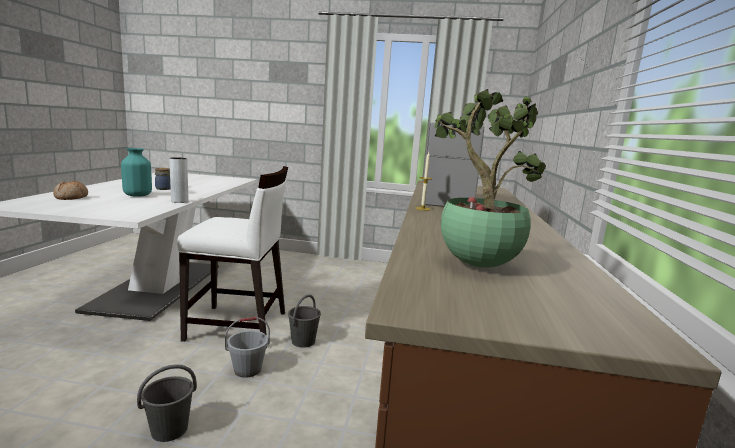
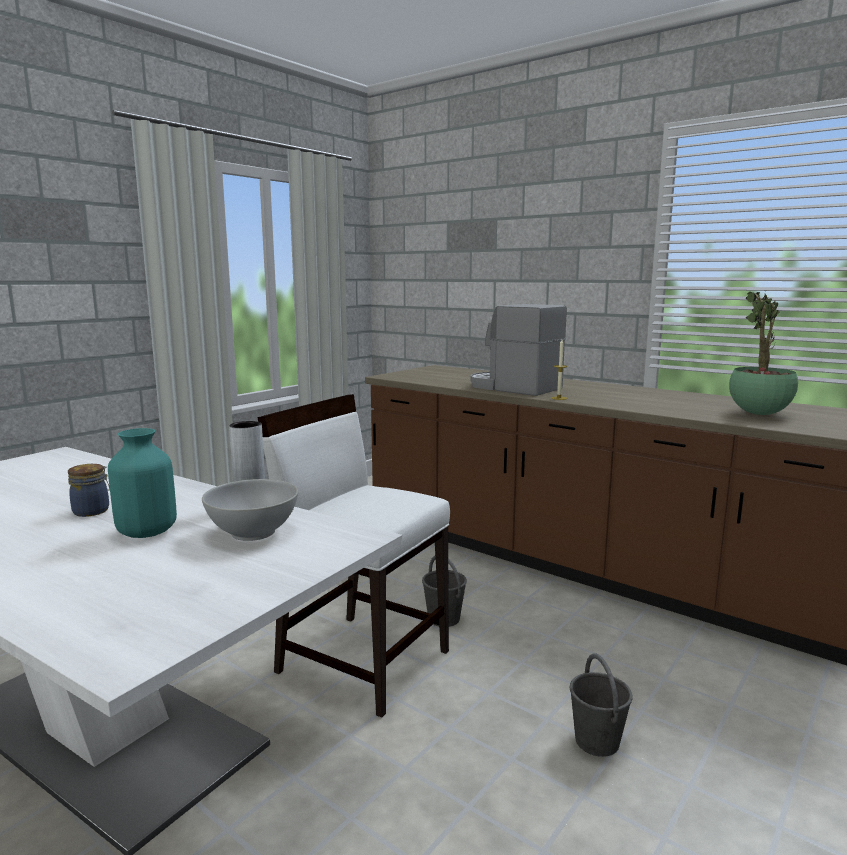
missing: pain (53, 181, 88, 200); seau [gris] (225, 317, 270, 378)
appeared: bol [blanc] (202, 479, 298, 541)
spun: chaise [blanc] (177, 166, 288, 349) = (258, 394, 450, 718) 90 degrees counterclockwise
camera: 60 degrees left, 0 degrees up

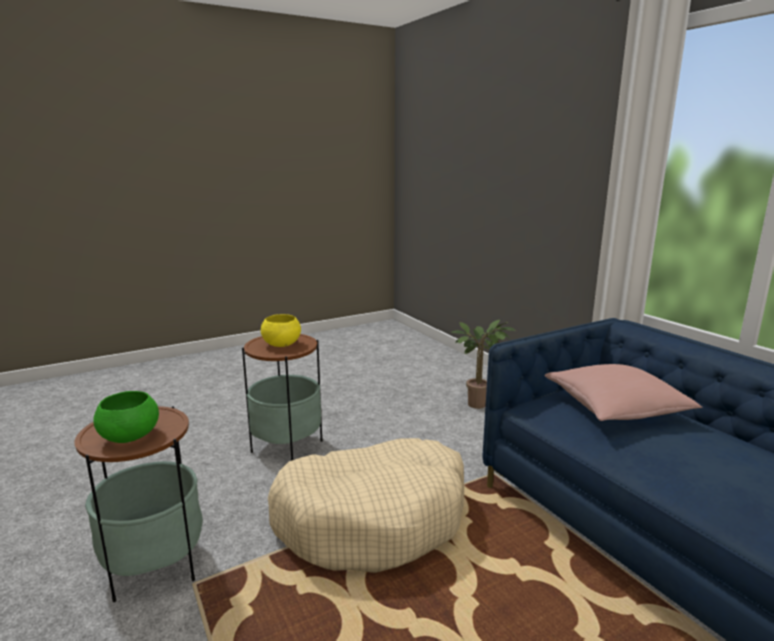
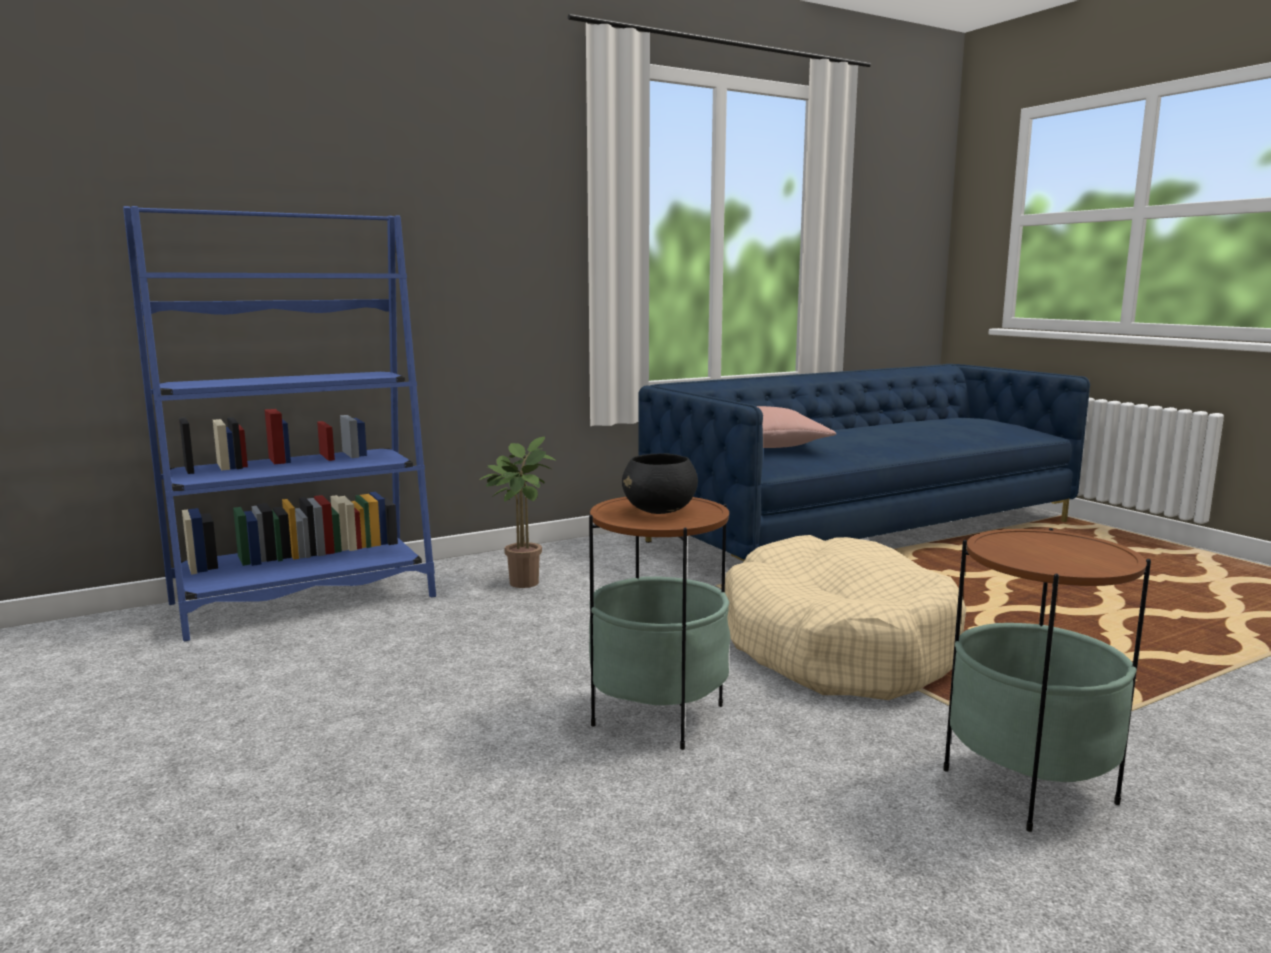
missing: bol [vert] (93, 391, 159, 443)
appeared: bibliothèque [bleu] (123, 206, 436, 642)
colour: bol [jaune] (261, 314, 301, 347) to bol [noir] (622, 453, 698, 514)
camera: 90 degrees left, 5 degrees down

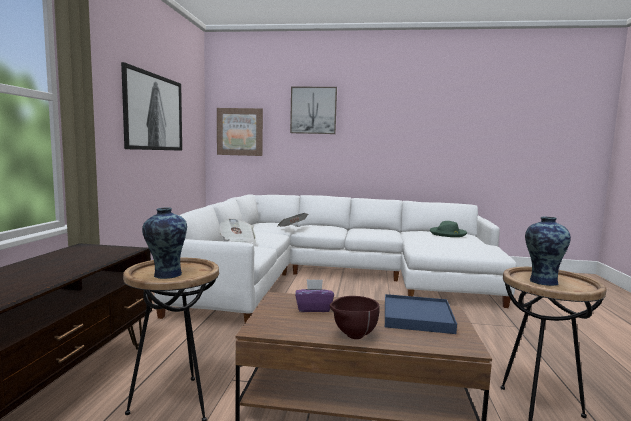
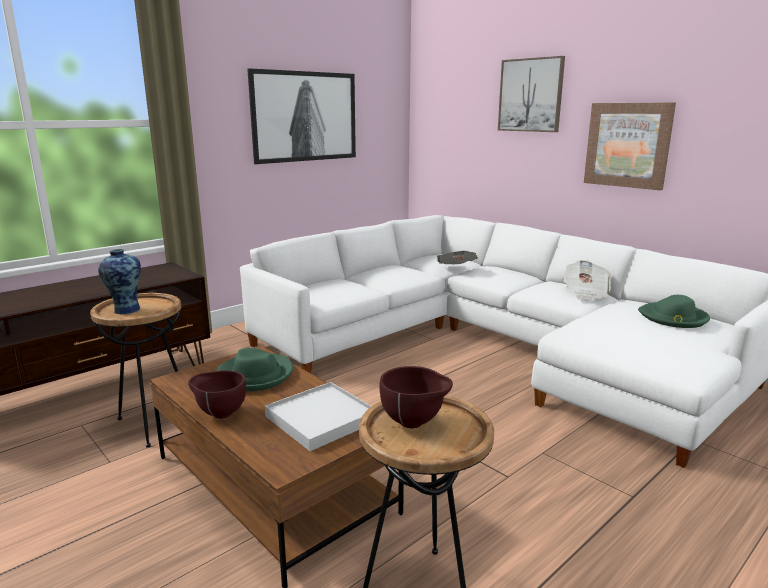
relocated: tableau (217, 108, 263, 156) to (584, 103, 676, 190); journal (219, 218, 256, 243) to (562, 260, 611, 301)
exchanged: boîte à mouchoirs [violet] (295, 279, 334, 312) to chapeau [vert] (216, 348, 293, 392); vase (525, 217, 571, 286) to bol [marron] (379, 366, 453, 428)
colour: plateau [bleu] (385, 294, 457, 334) to plateau [blanc] (265, 382, 372, 451)
camera: 40 degrees right, 10 degrees up

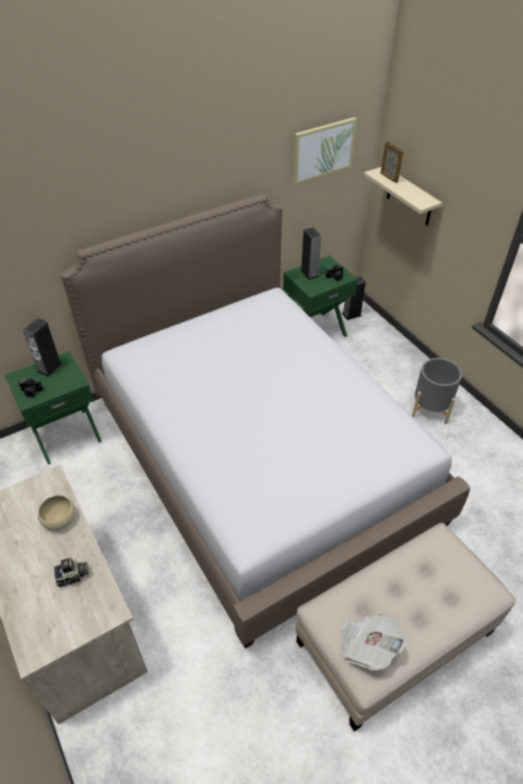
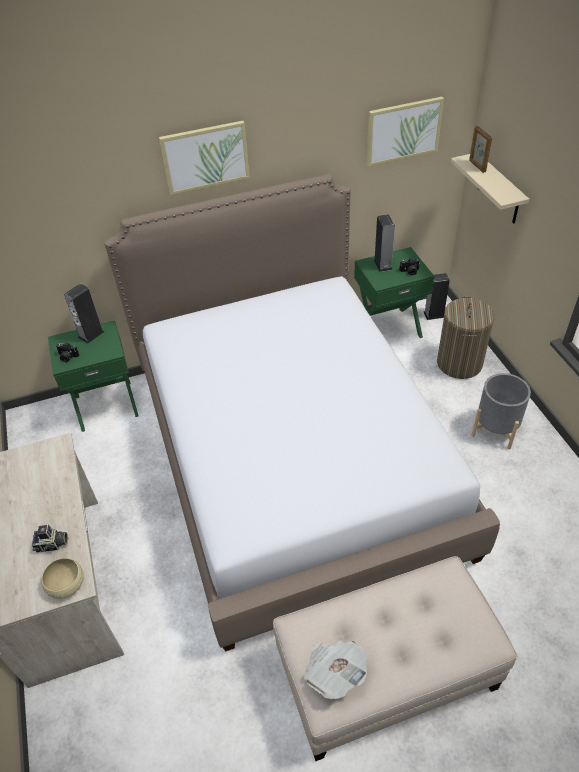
appeared: tableau (159, 121, 250, 195); panier à linge (437, 296, 495, 379)
relocated: bol [beige] (38, 495, 75, 530) to (41, 558, 84, 599)
camera: 15 degrees right, 0 degrees up

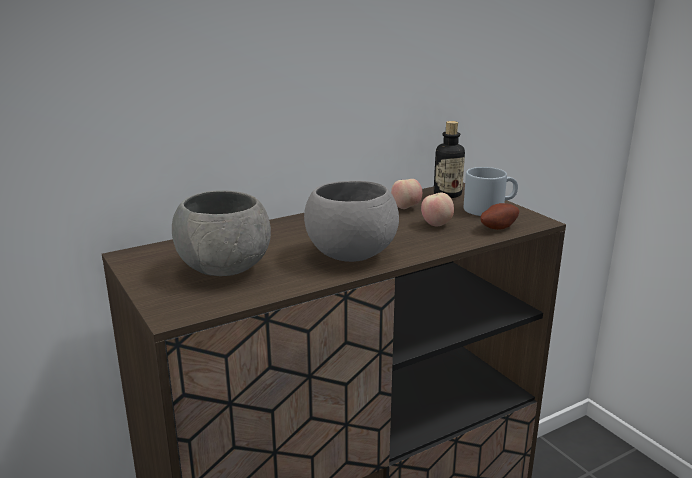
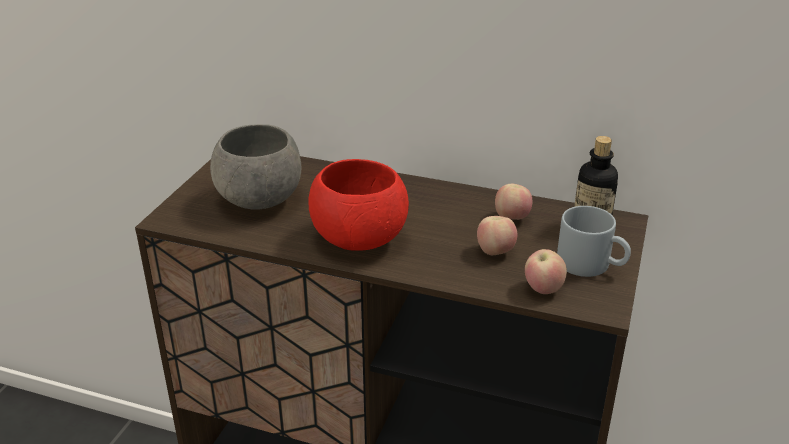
exchanged: pomme de terre (480, 203, 519, 230) to pomme (525, 249, 567, 294)
colour: bol [gris] (304, 181, 399, 262) to bol [rouge] (308, 159, 409, 251)
camera: 50 degrees right, 10 degrees up

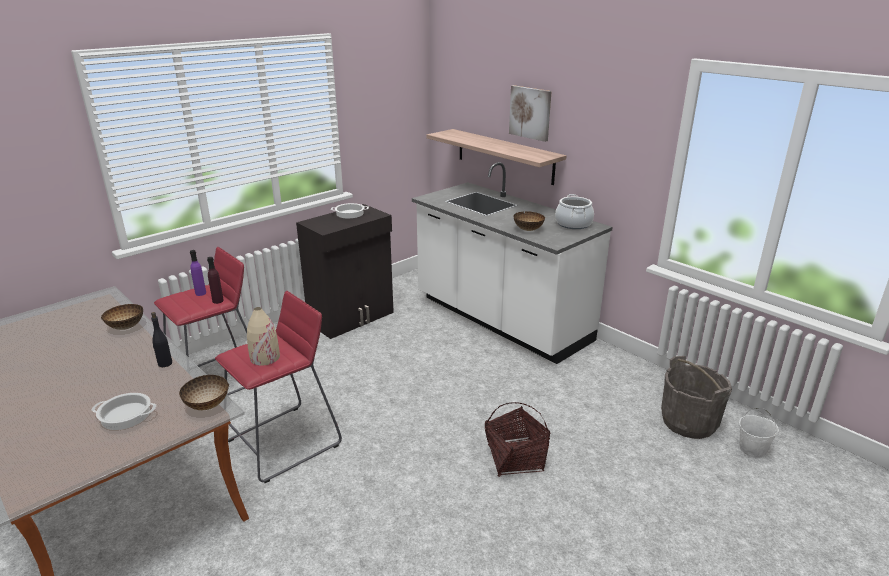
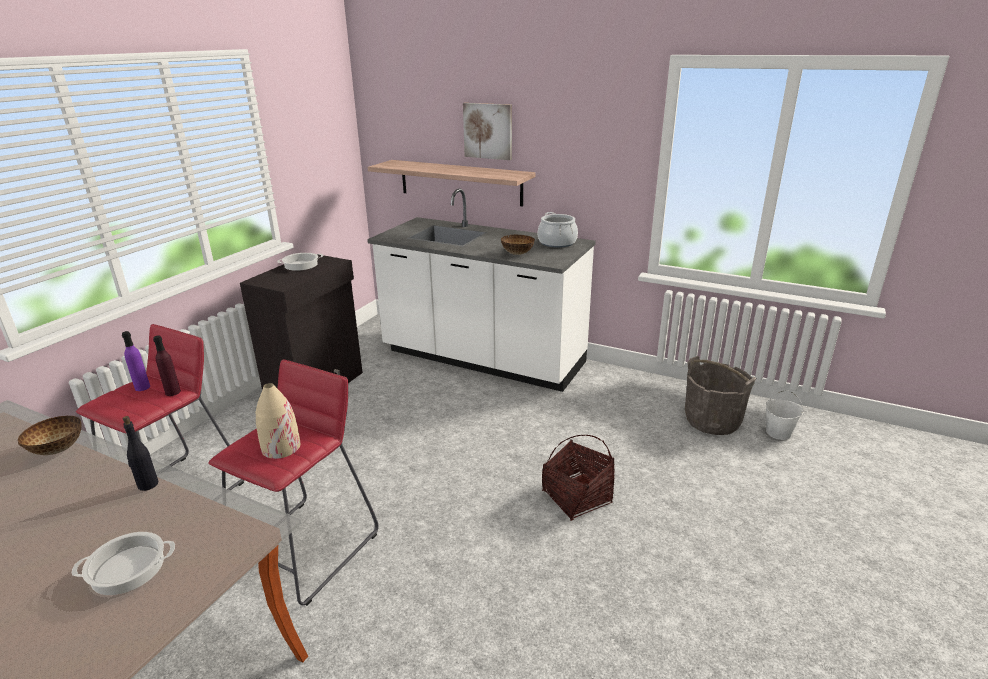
missing: bol (179, 375, 229, 410)
camera: 20 degrees left, 0 degrees up

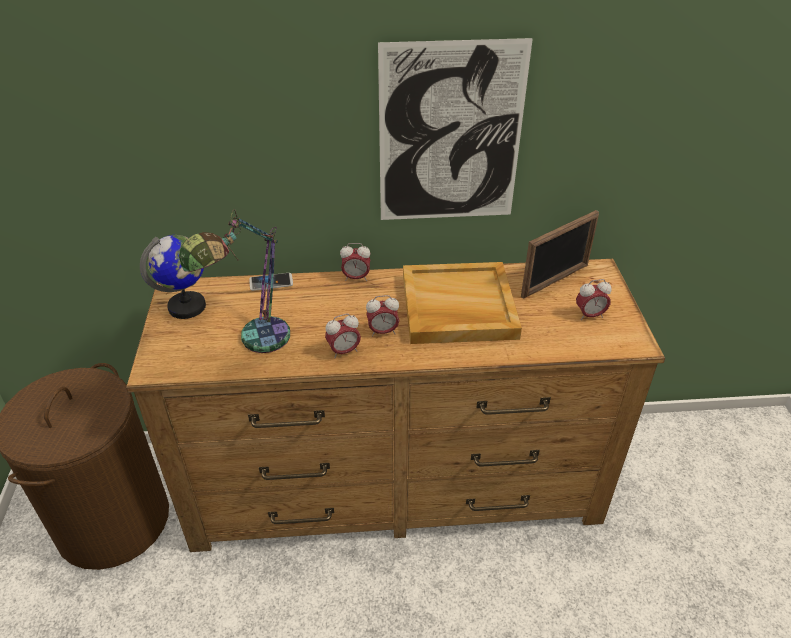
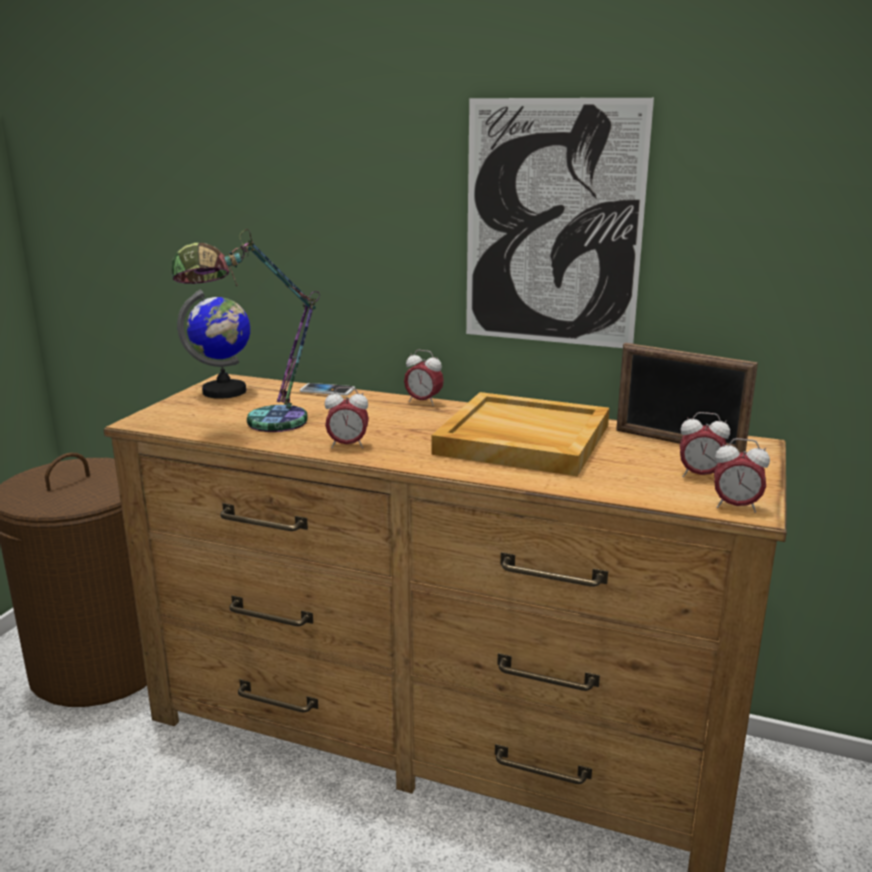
relocated: réveil (366, 295, 399, 337) to (714, 438, 770, 513)
spun: cadre photo (521, 210, 599, 299) = (616, 343, 758, 453) 45 degrees clockwise
camera: 25 degrees right, 20 degrees down

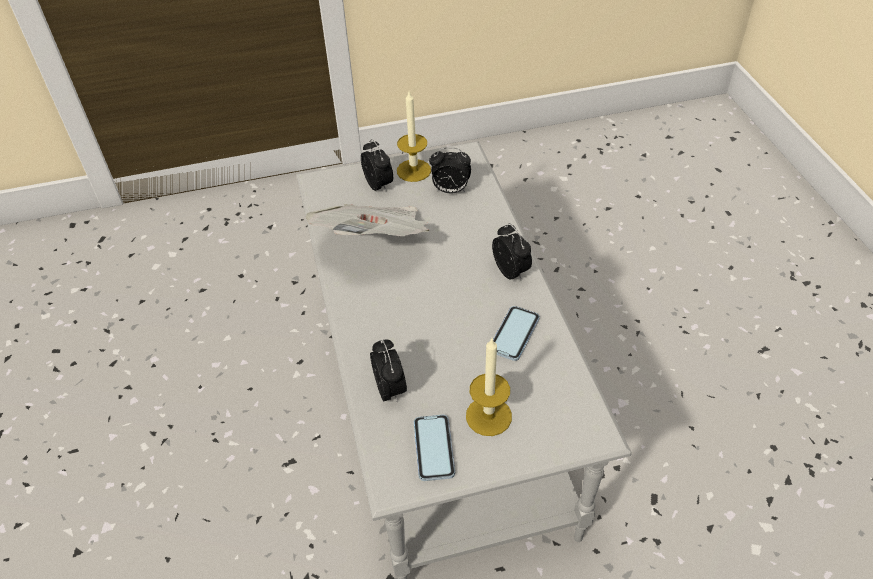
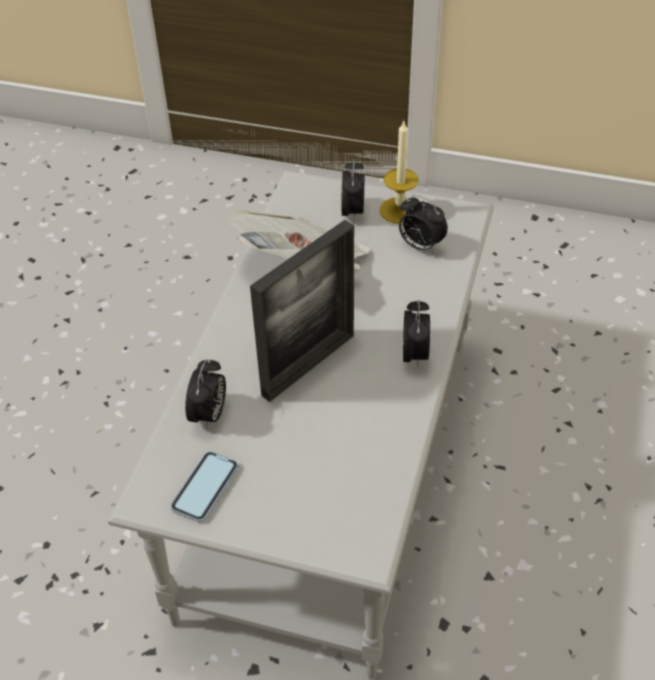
missing: bougie (466, 339, 512, 436); téléphone (493, 306, 540, 361)
appeared: cadre photo (250, 220, 354, 402)
camera: 30 degrees right, 0 degrees up

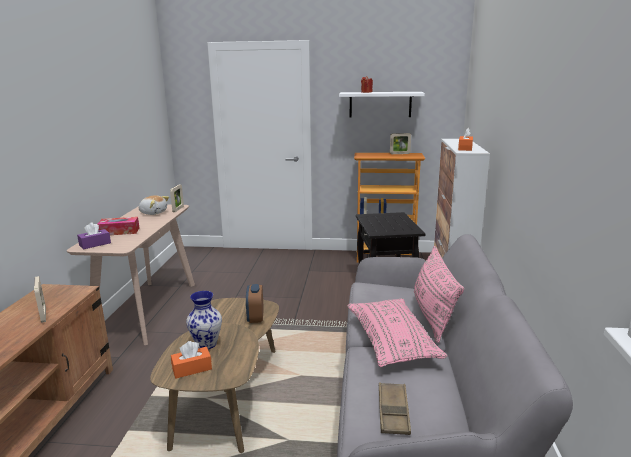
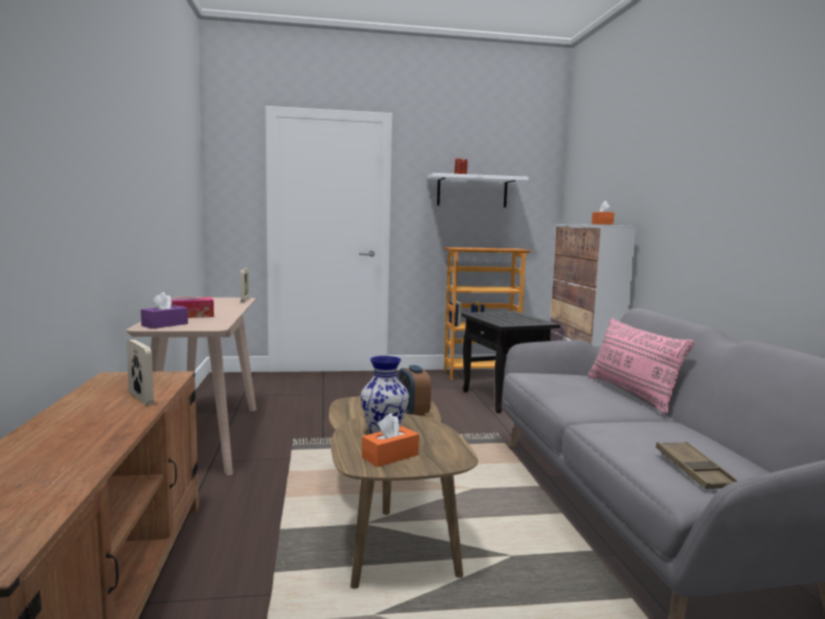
missing: peluche (139, 195, 169, 215); coussin [rose] (347, 298, 447, 367); cadre photo (390, 133, 411, 154)
camera: 15 degrees left, 10 degrees down

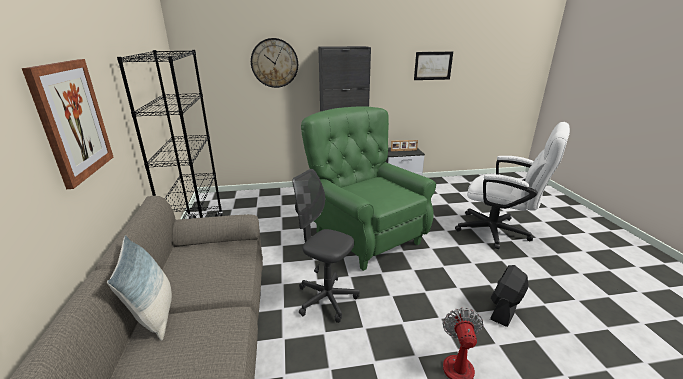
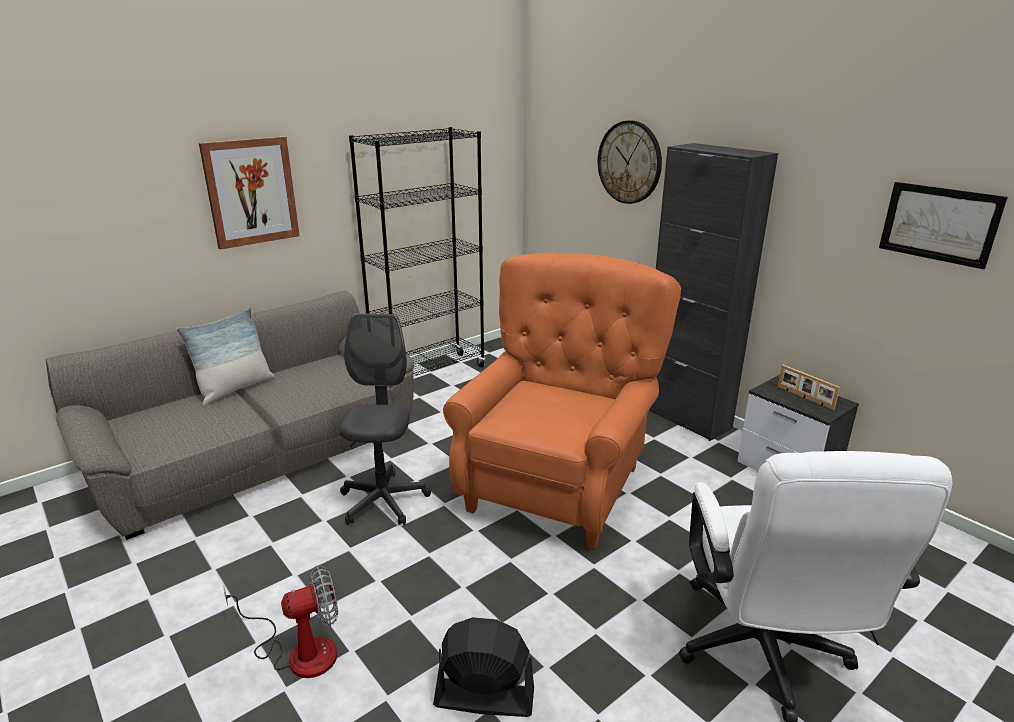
colour: fauteuil [vert] (301, 106, 436, 271) to fauteuil [orange] (443, 253, 681, 549)
camera: 60 degrees right, 0 degrees up

